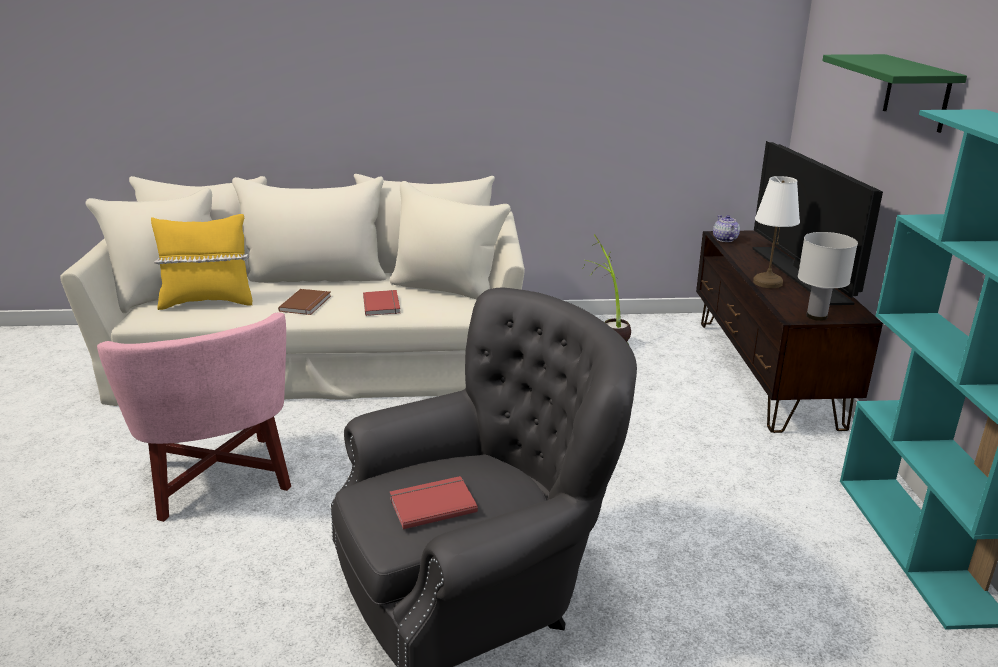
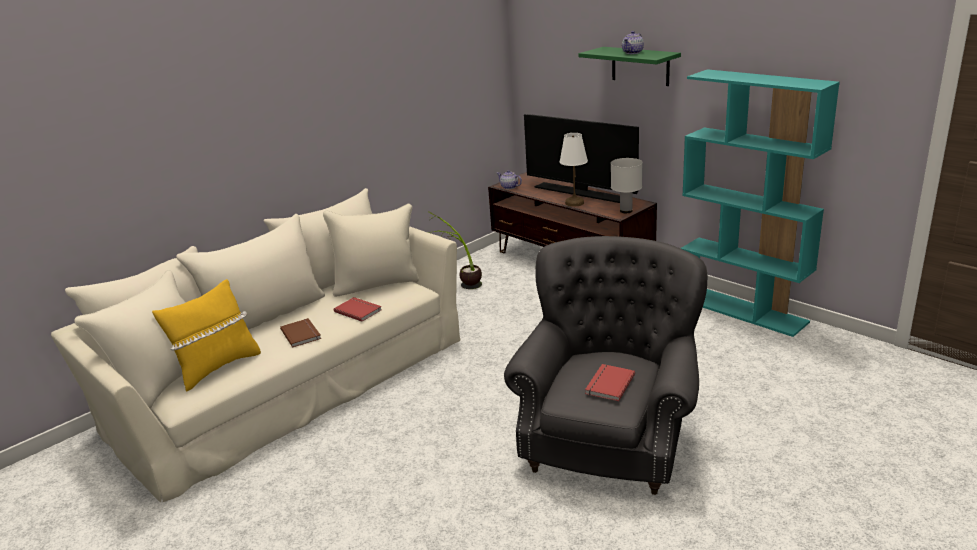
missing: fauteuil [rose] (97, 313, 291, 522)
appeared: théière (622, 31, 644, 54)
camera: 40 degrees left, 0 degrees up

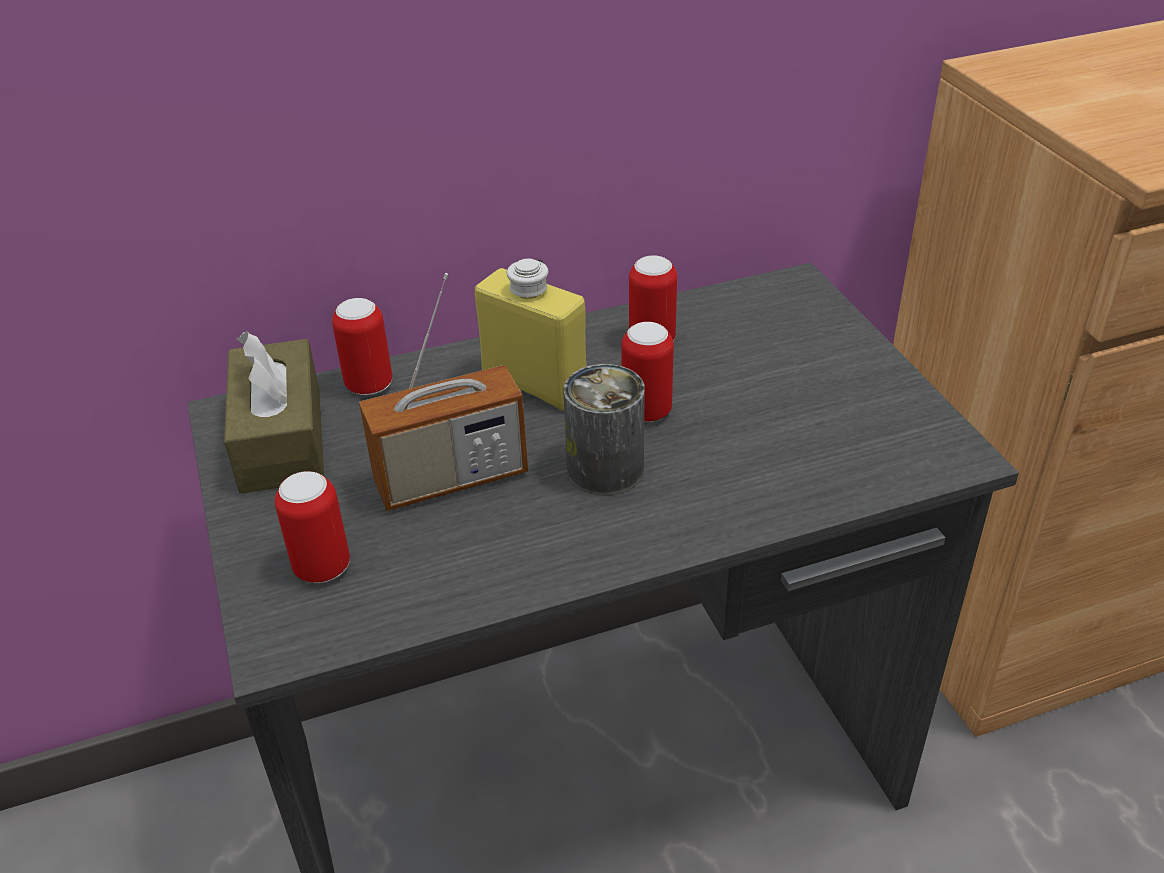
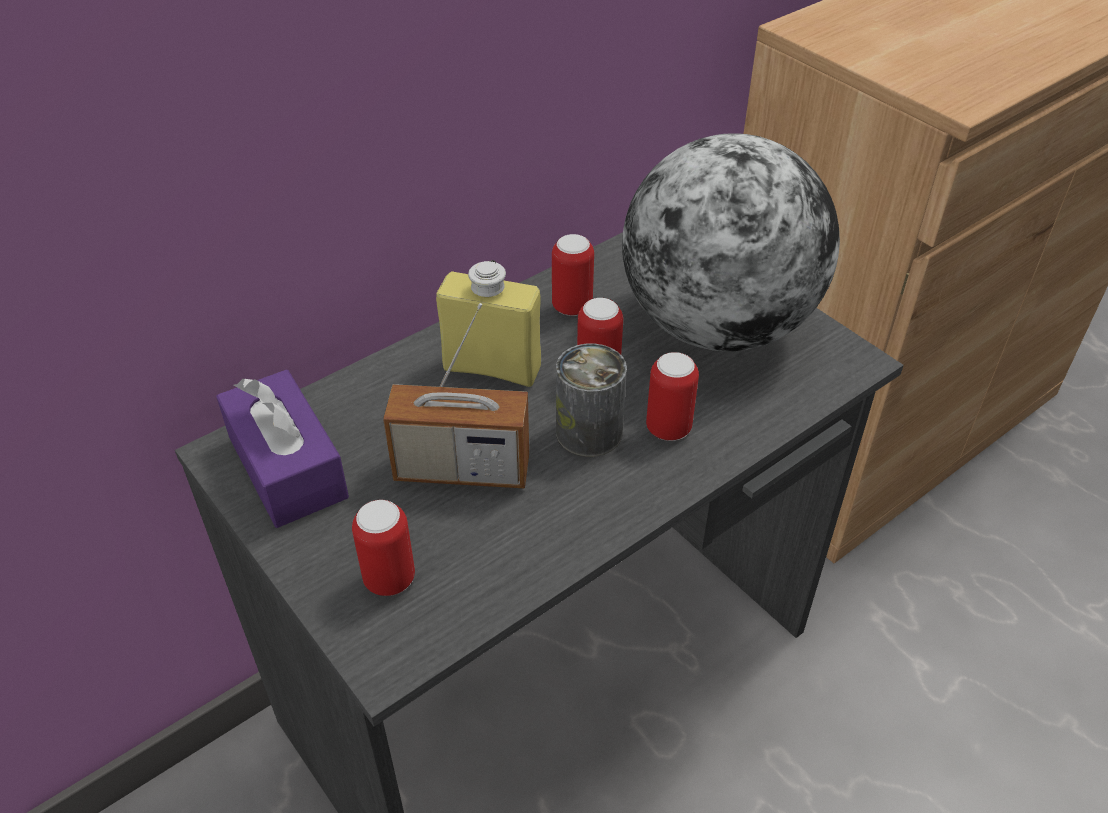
appeared: globe (622, 133, 840, 352)
relocated: boîte métallique (332, 298, 392, 395) to (646, 352, 699, 441)
colour: boîte à mouchoirs [marron] (224, 331, 324, 494) to boîte à mouchoirs [violet] (216, 370, 349, 528)
spun: radio (359, 273, 528, 511) = (383, 303, 529, 488) 45 degrees clockwise
camera: 20 degrees left, 5 degrees up

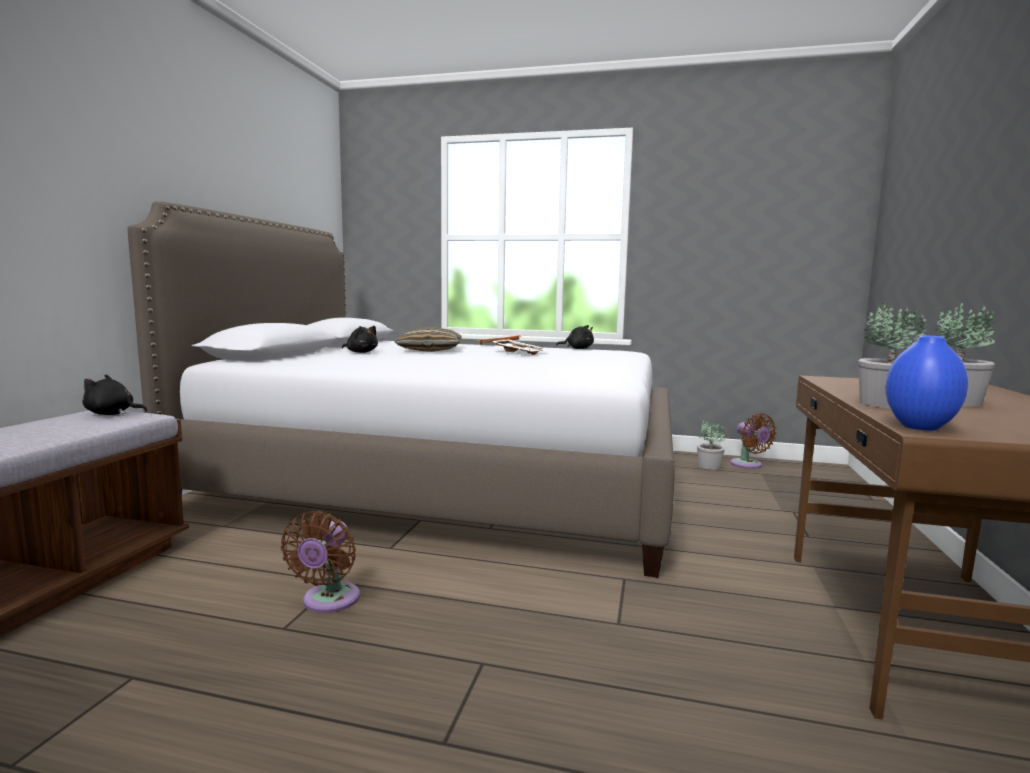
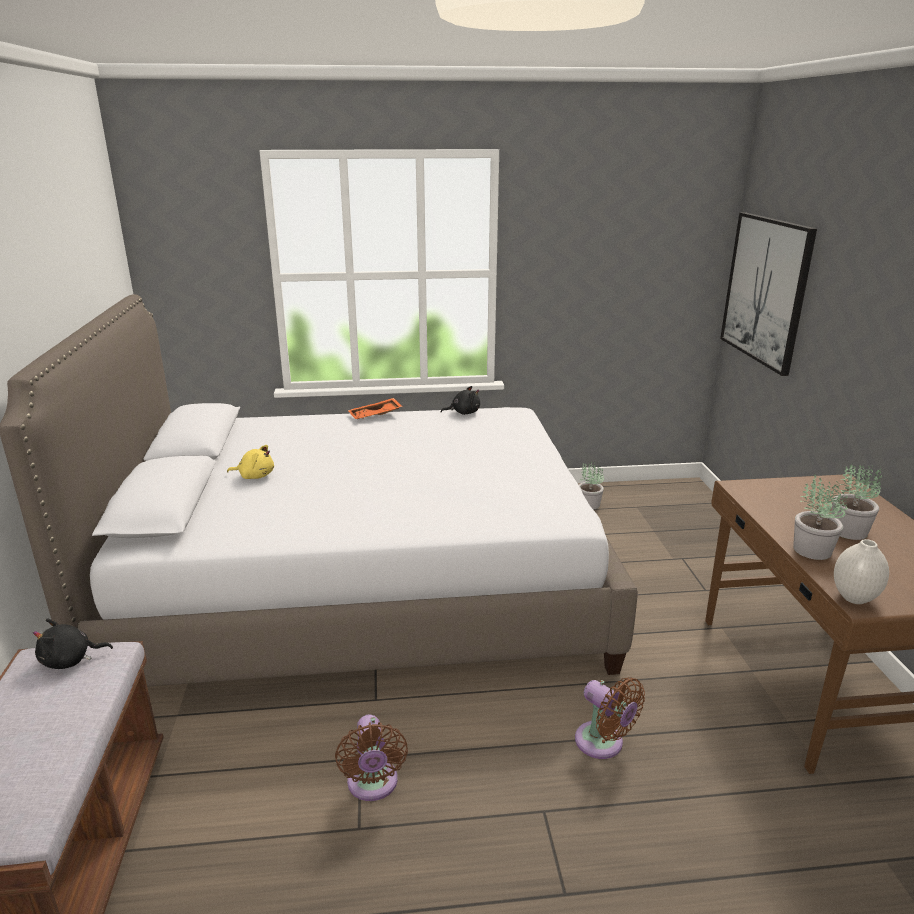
missing: coussin (395, 327, 462, 352); plateau [blanc] (491, 339, 548, 355)
appeared: tableau (720, 212, 817, 376)
relocated: ventilateur [marron] (730, 413, 776, 469) to (575, 677, 645, 759)
colour: peluche [noir] (342, 326, 378, 353) to peluche [jaune] (227, 445, 274, 479); vase [bleu] (885, 336, 968, 431) to vase [blanc] (834, 539, 889, 604)
camera: 20 degrees left, 15 degrees up

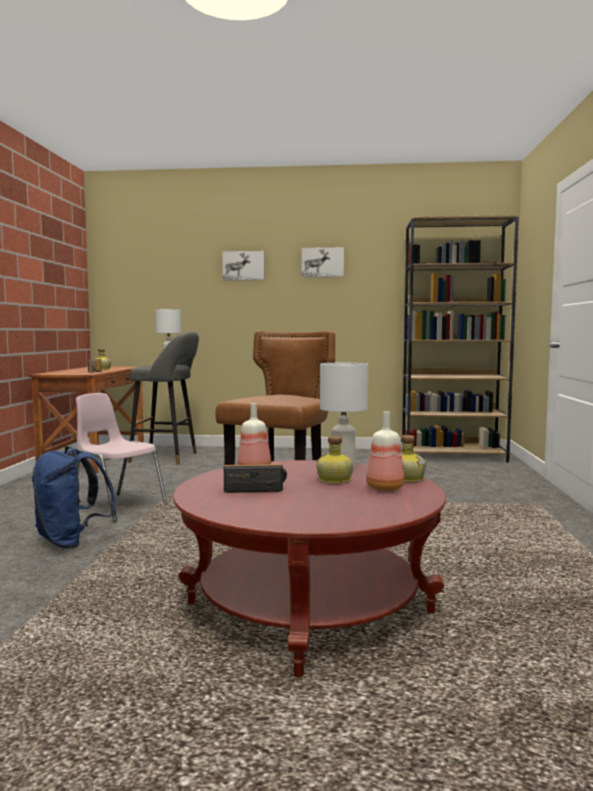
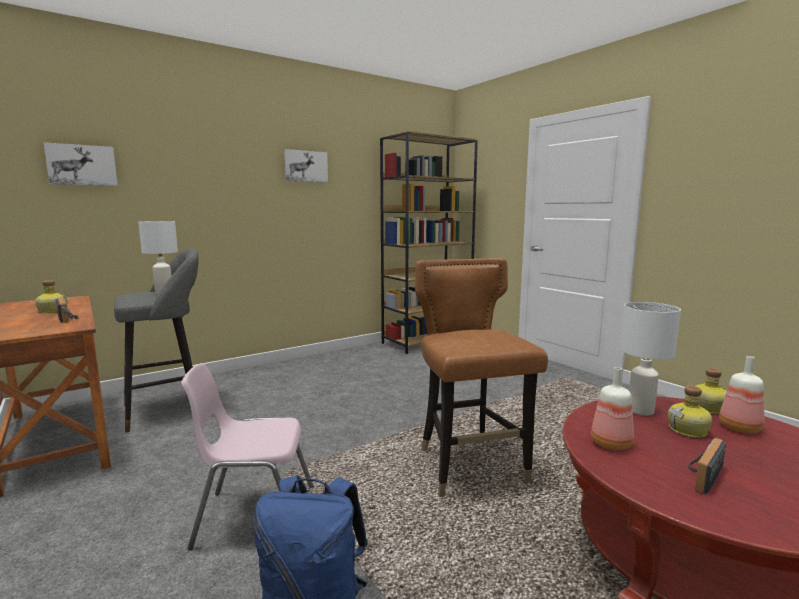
relocated: tableau (222, 251, 265, 280) to (43, 142, 118, 186)
camera: 40 degrees left, 5 degrees up

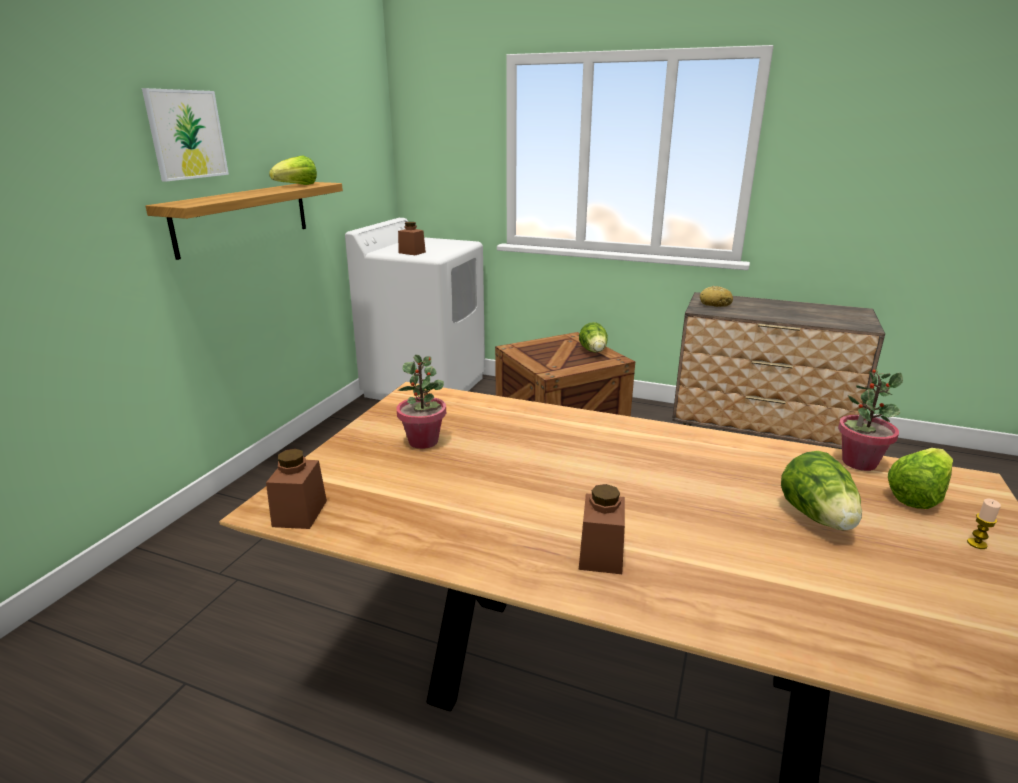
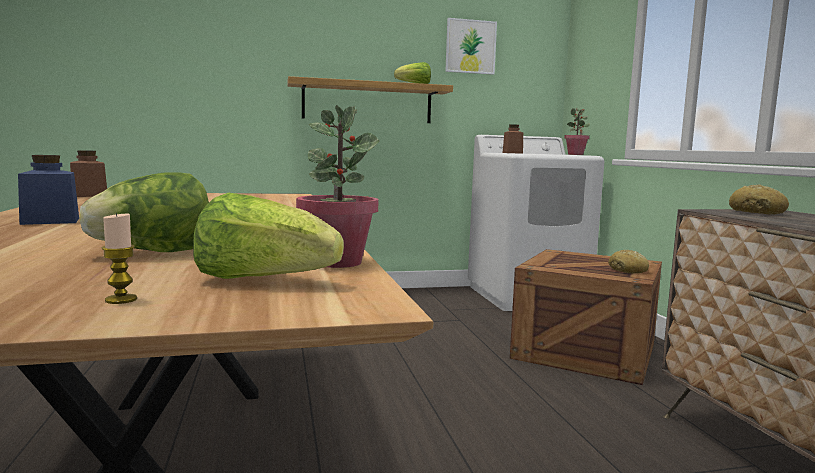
relocated: tableau (142, 88, 229, 182) to (445, 18, 497, 75); plante en pot (397, 355, 446, 449) to (564, 108, 590, 155)
exchanged: laitue (579, 322, 608, 352) to pain (608, 250, 649, 273)
colour: bocal [marron] (579, 484, 625, 574) to bocal [bleu] (18, 155, 79, 225)
camera: 55 degrees right, 15 degrees down

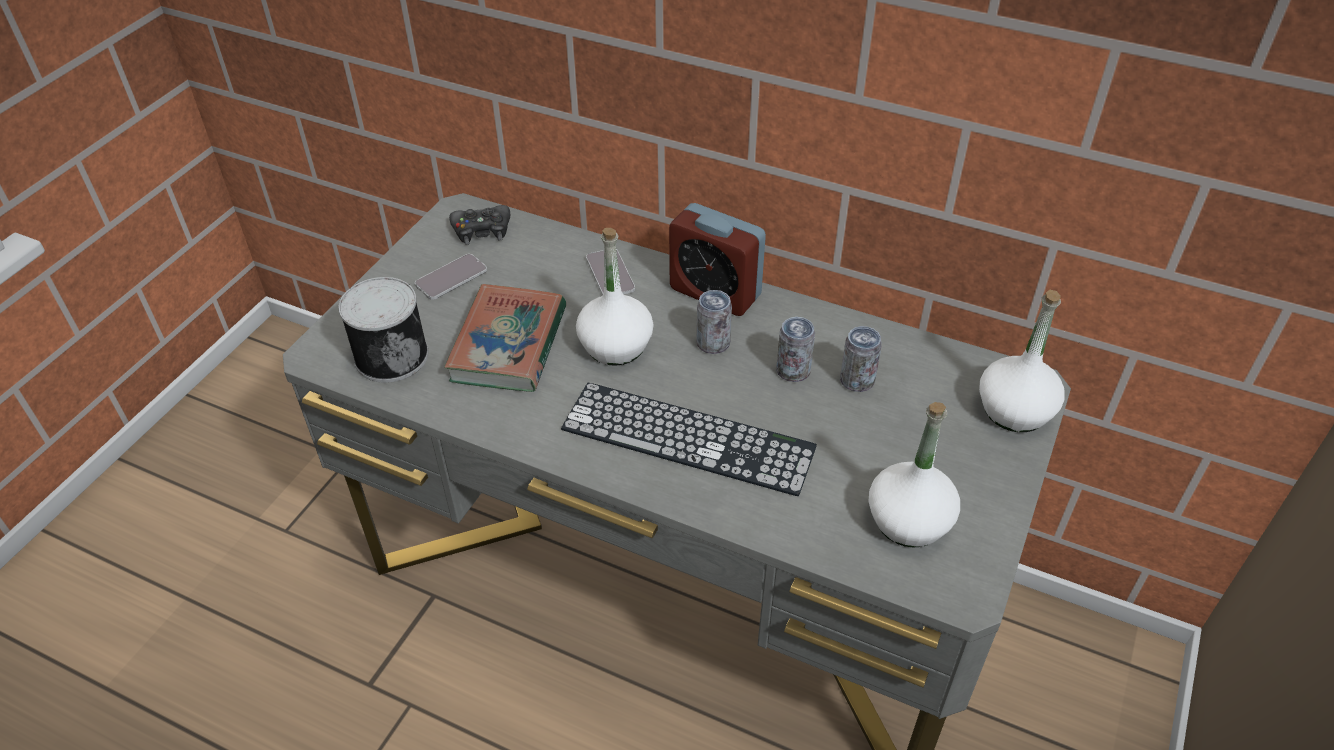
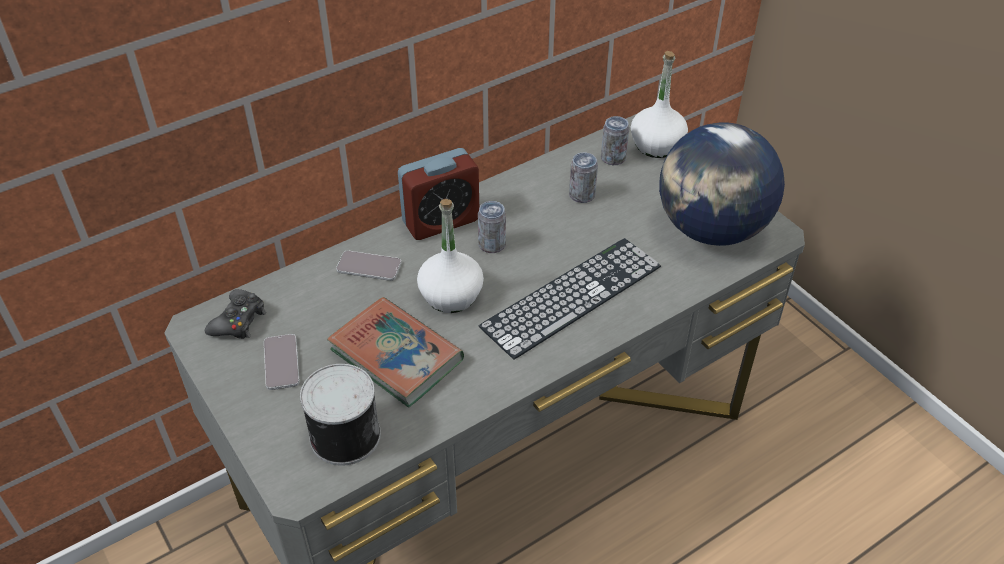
relocated: boîte métallique (776, 317, 815, 382) to (601, 116, 629, 165)
exchanged: bouteille [blanc] (869, 402, 960, 548) to globe (659, 122, 785, 246)
camera: 60 degrees left, 0 degrees up

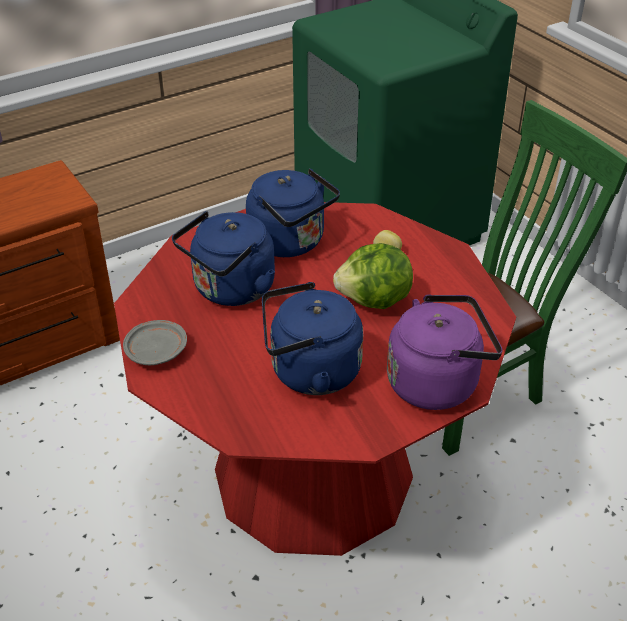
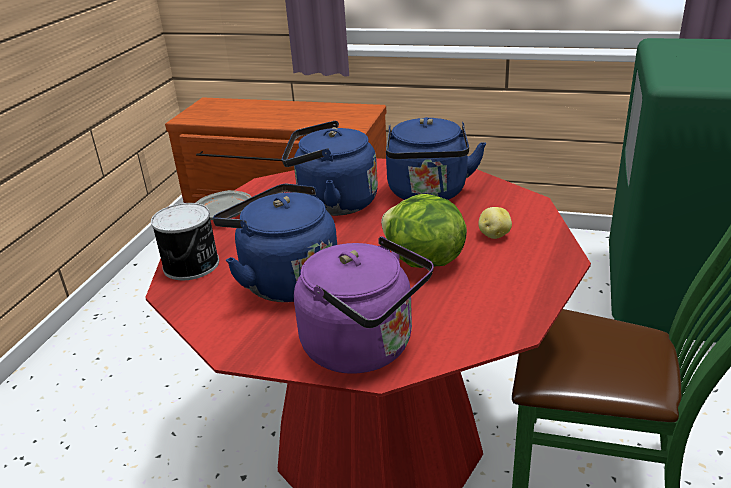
appeared: boîte métallique (151, 203, 219, 280)
camera: 50 degrees right, 10 degrees down

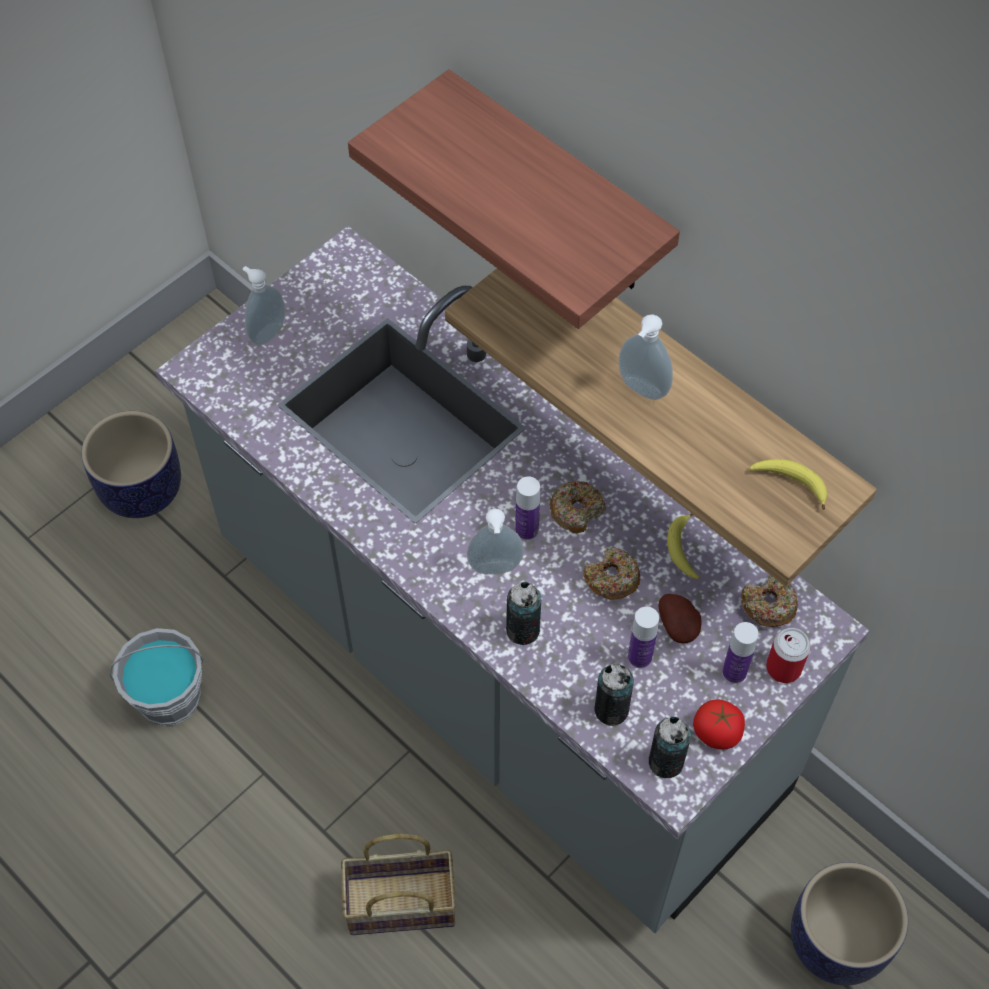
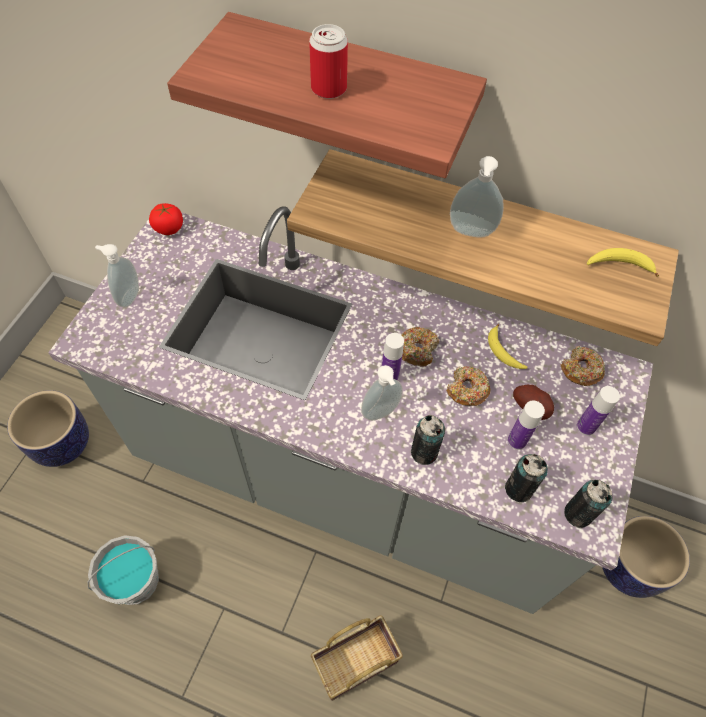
relocated: tomate (693, 699, 745, 749) to (149, 203, 183, 235); boîte métallique (766, 628, 811, 683) to (309, 24, 348, 99)
camera: 25 degrees left, 0 degrees up

